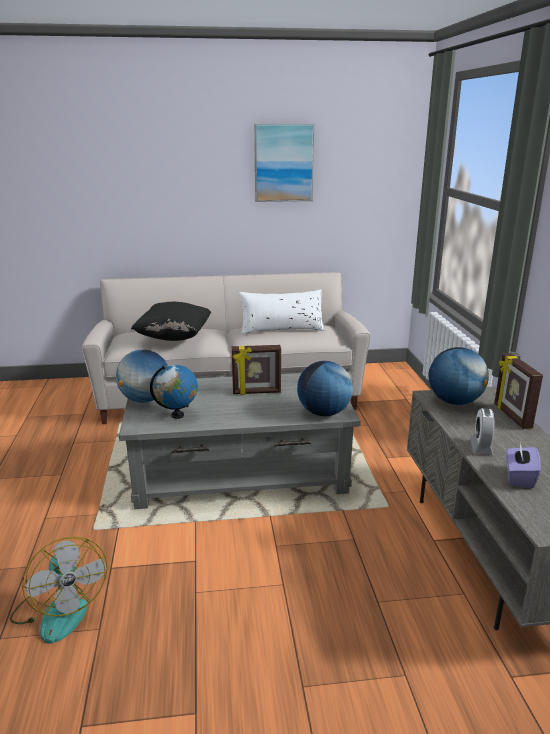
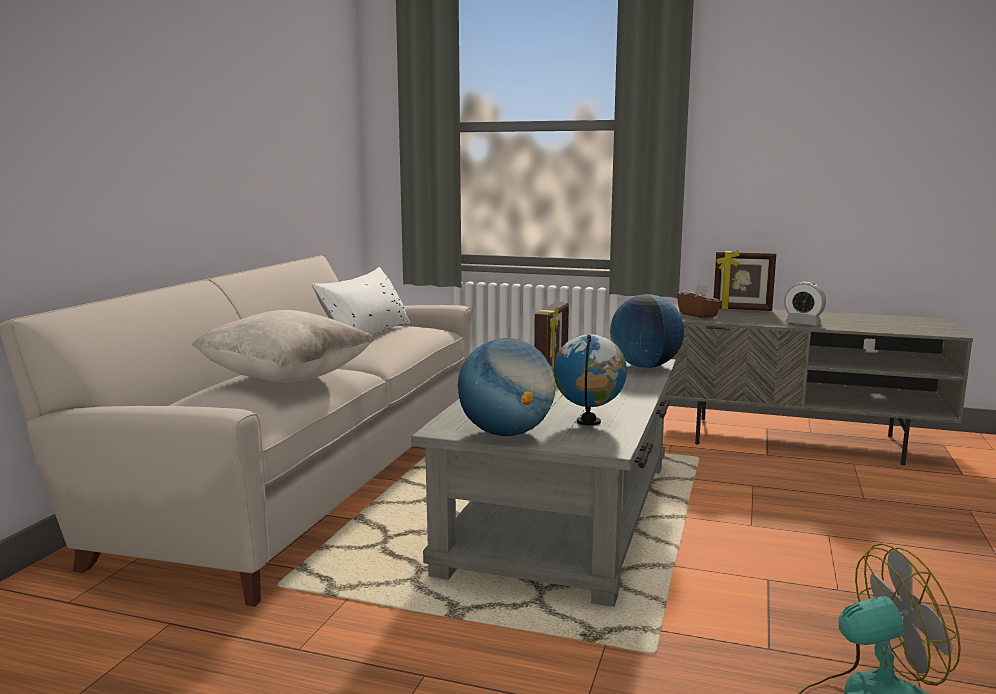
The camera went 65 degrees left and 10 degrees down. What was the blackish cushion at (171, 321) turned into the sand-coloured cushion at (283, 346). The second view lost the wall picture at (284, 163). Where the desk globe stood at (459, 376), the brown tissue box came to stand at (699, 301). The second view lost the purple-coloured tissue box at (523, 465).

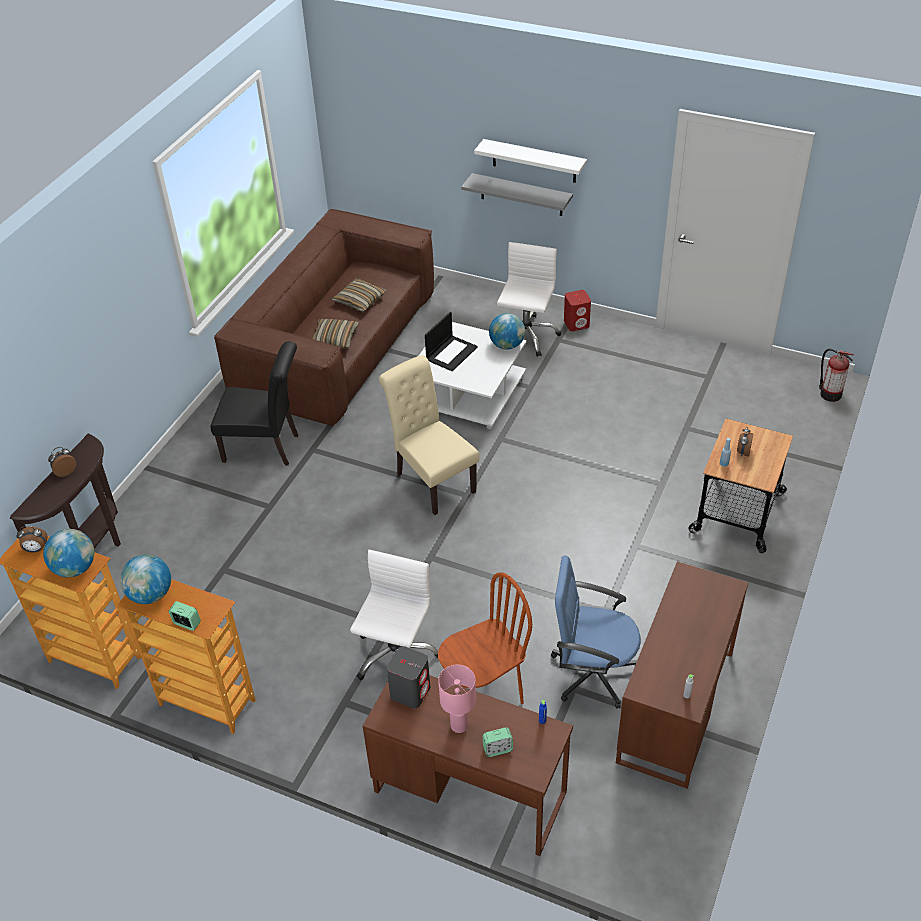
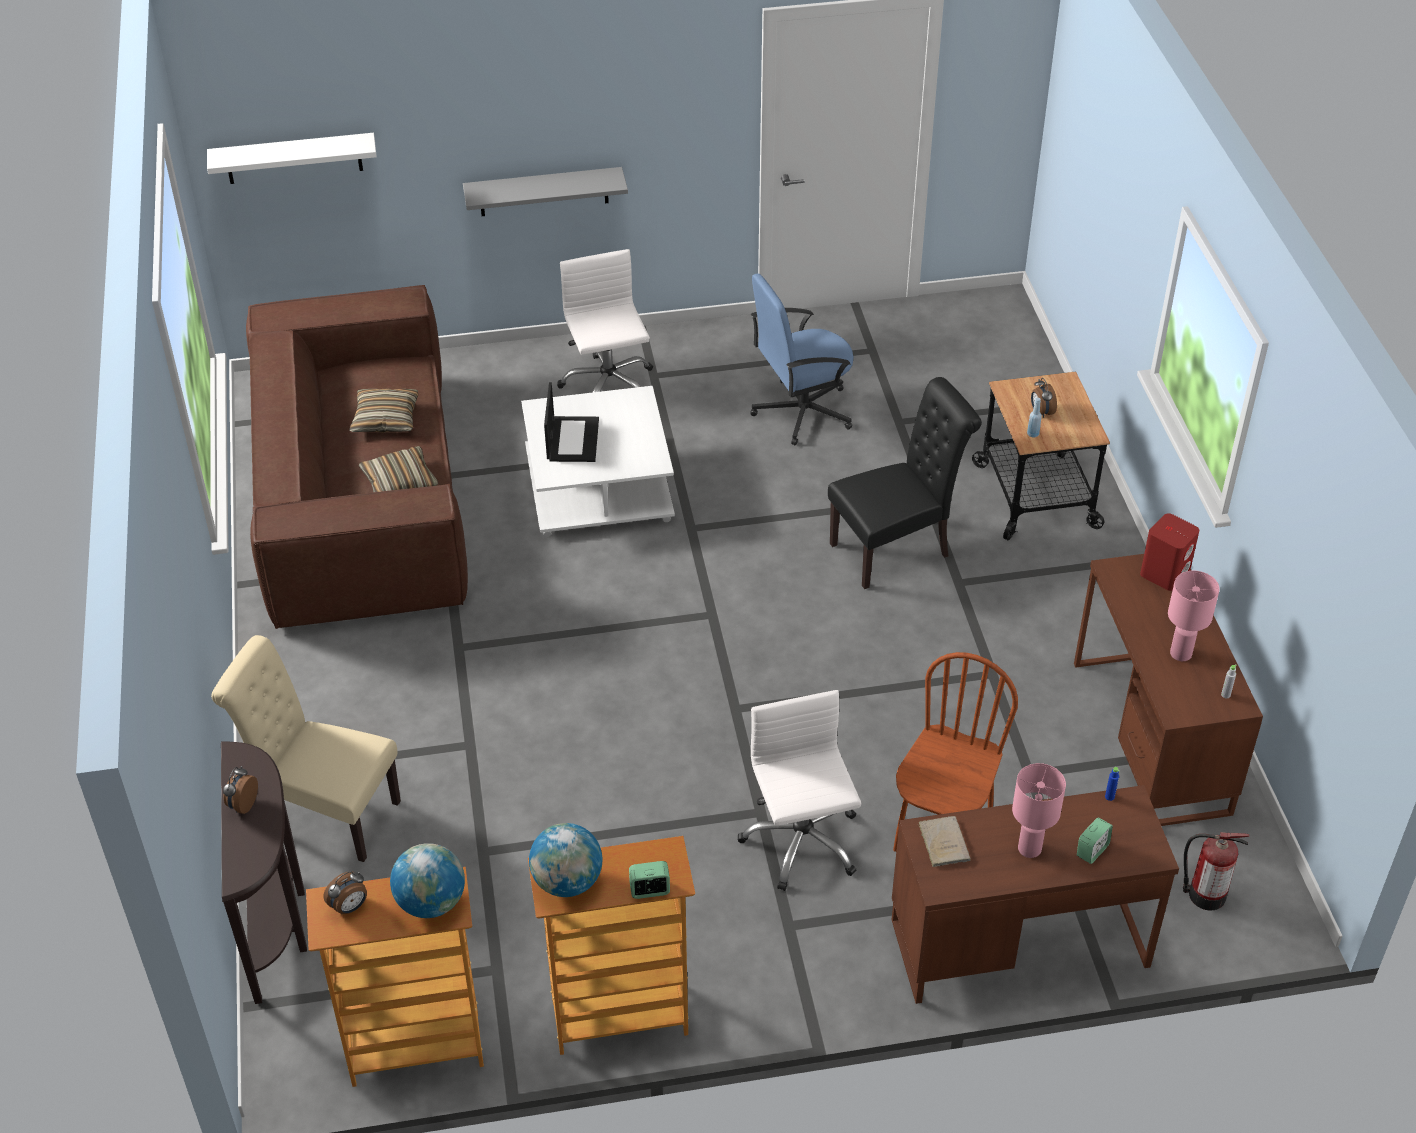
The camera went 35 degrees left and 0 degrees up. The blackish plain chair ended up elsewhere, having gone from (254, 403) to (905, 483). The sand-coloured plain chair ended up elsewhere, having gone from (429, 435) to (306, 748). Where the gray loudspeaker stood at (408, 677), the sand-coloured volume came to stand at (943, 841). The white wall shelf ended up elsewhere, having gone from (530, 161) to (292, 158). The second view lost the desk globe at (507, 331). The bluish desk chair ended up elsewhere, having gone from (596, 632) to (802, 359). The red-coloured loudspeaker ended up elsewhere, having gone from (577, 310) to (1169, 552). The fire-fighting cylinder ended up elsewhere, having gone from (836, 375) to (1216, 871). The second view gained the pinkish table lamp at (1193, 616).

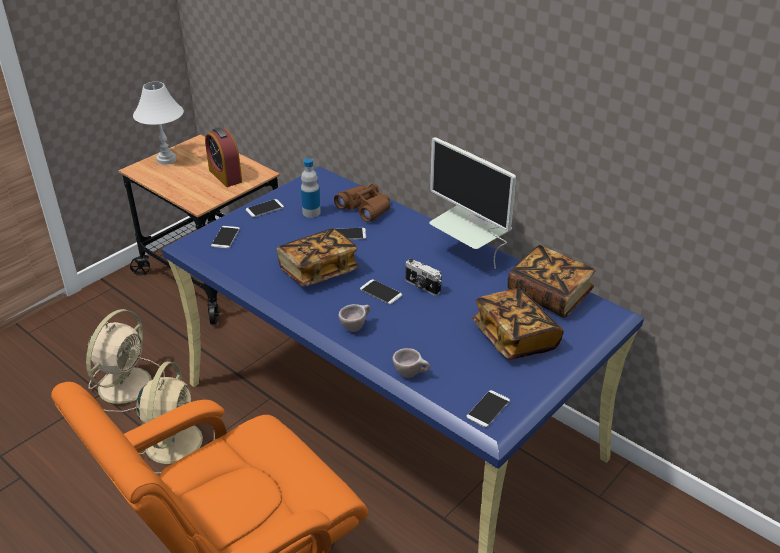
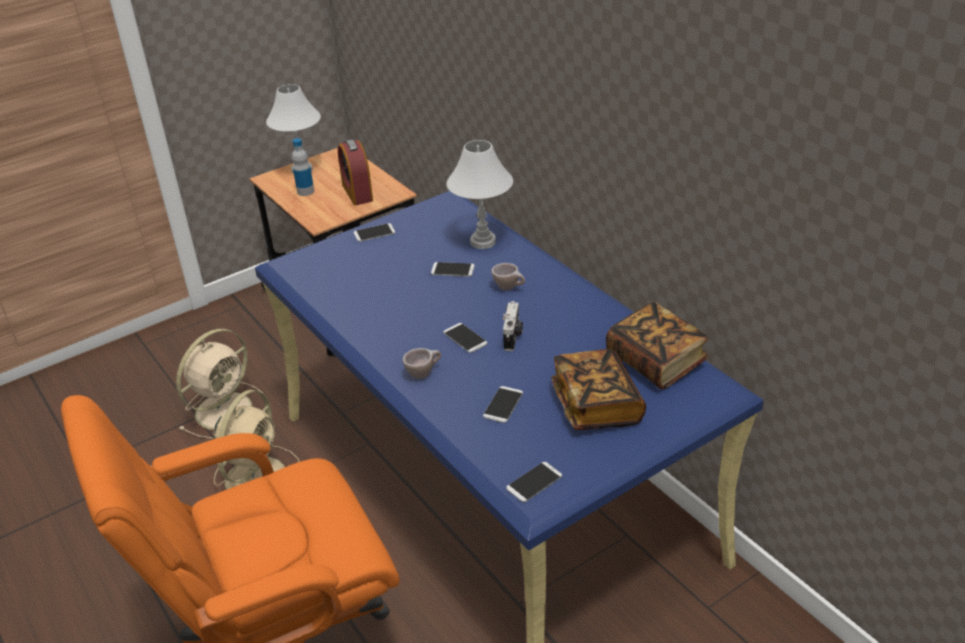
The camera went 15 degrees right and 0 degrees up. The phone ended up elsewhere, having gone from (225, 237) to (503, 404). The second view lost the volume at (317, 257). The bottle ended up elsewhere, having gone from (311, 188) to (303, 167). Where the brown field glasses stood at (362, 203), the white table lamp came to stand at (480, 194). The sand-coloured cup ended up elsewhere, having gone from (411, 363) to (508, 276). The photo camera at (423, 277) ended up facing another way, 135 degrees counterclockwise from before. The second view lost the computer display at (472, 203).

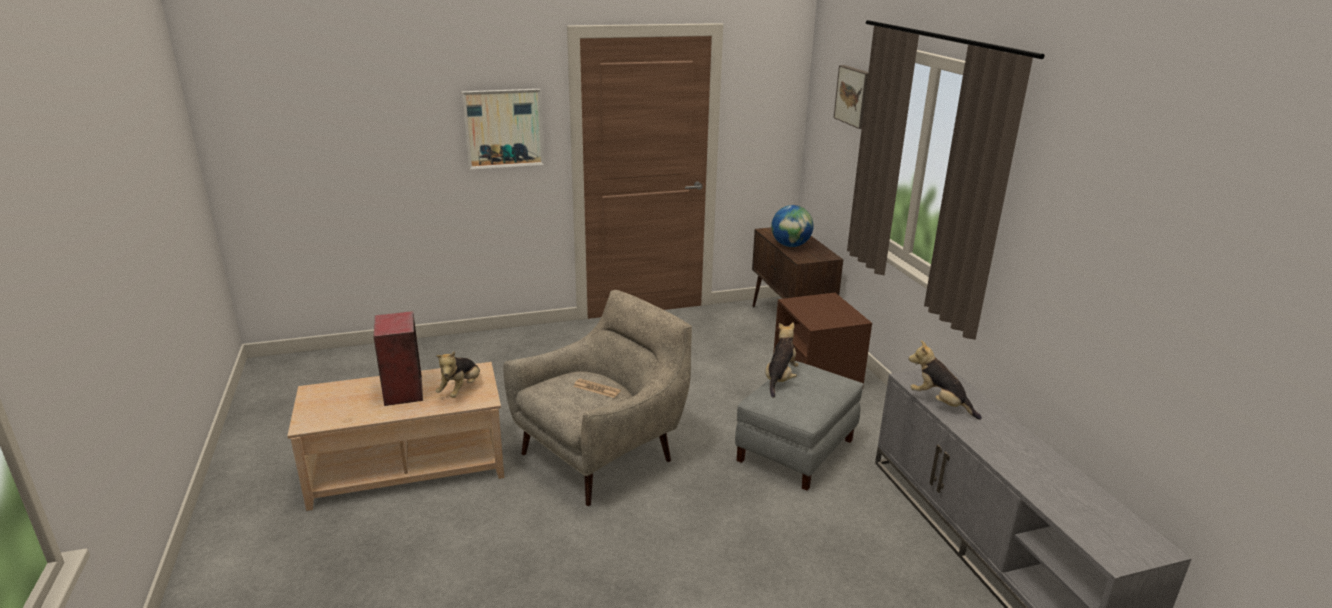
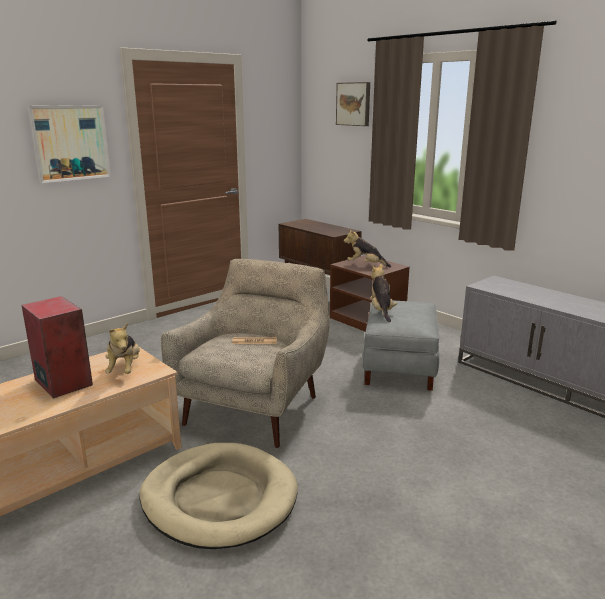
The camera went 25 degrees left and 5 degrees down. The second view lost the desk globe at (792, 226). The soft toy ended up elsewhere, having gone from (945, 380) to (367, 248). The second view gained the sand-coloured dog cushion at (218, 496).

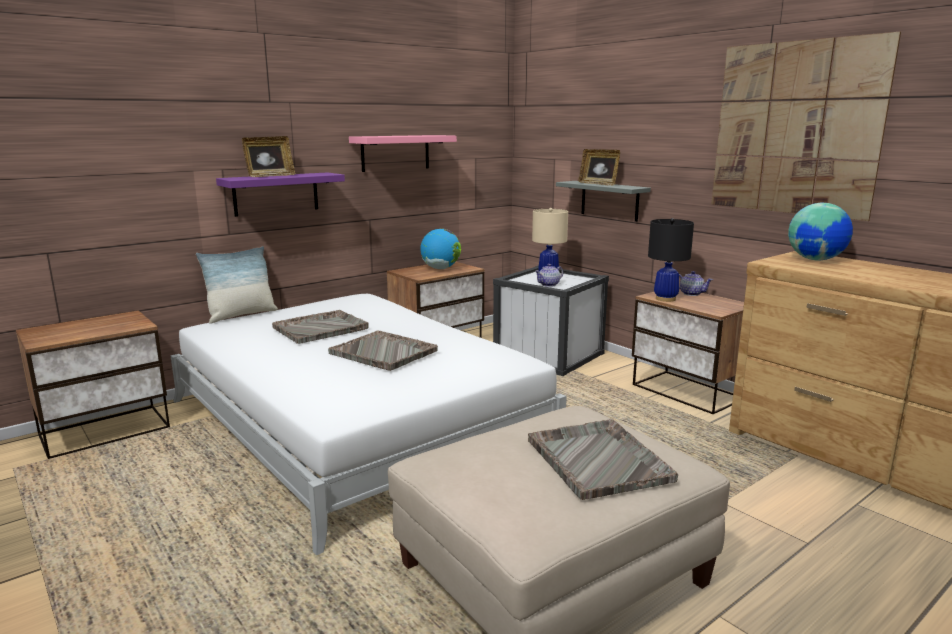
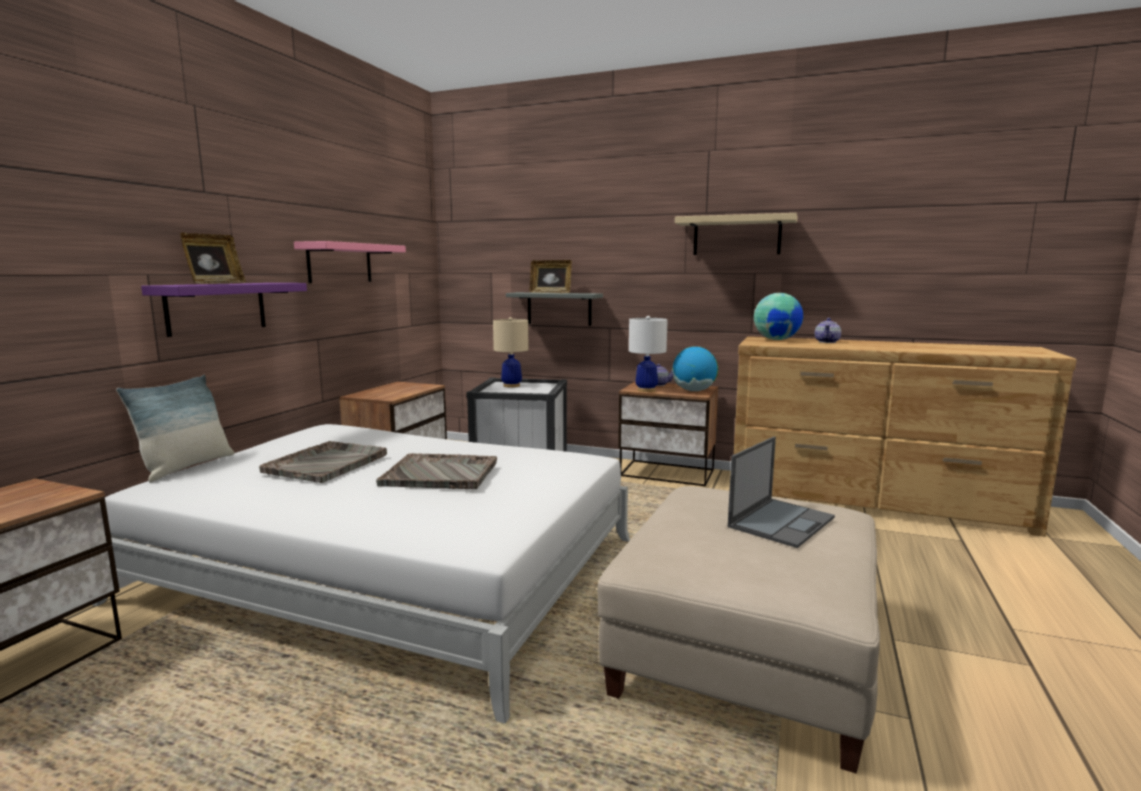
The camera went 30 degrees left and 5 degrees down. The desk globe ended up elsewhere, having gone from (440, 248) to (695, 368). Where the gray serving tray stood at (603, 459), the laptop came to stand at (781, 492). The tea pot ended up elsewhere, having gone from (549, 275) to (828, 330). What was the blackish table lamp at (671, 260) turned into the white table lamp at (648, 354). Where the wall picture hung at (806, 126), the sand-coloured wall shelf came to hang at (736, 234).

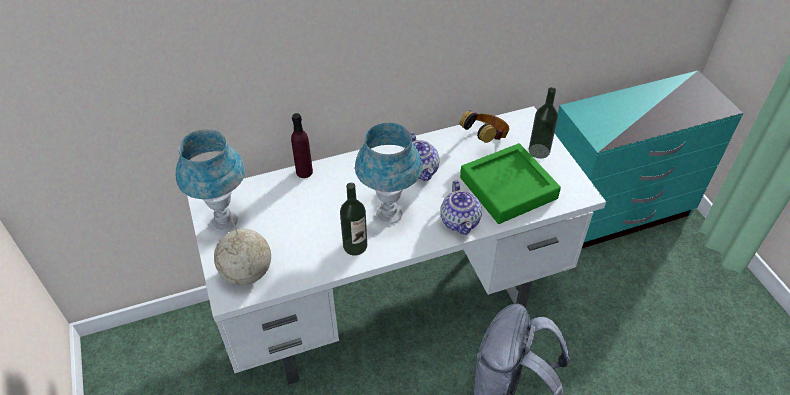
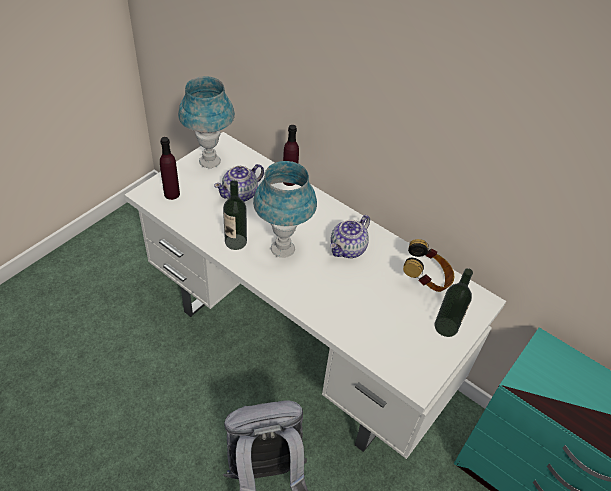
The camera went 55 degrees right and 0 degrees up. Where the desk globe stood at (242, 248), the purple-coloured bottle came to stand at (170, 168). The tea pot ended up elsewhere, having gone from (461, 207) to (239, 183). The second view lost the green-coloured serving tray at (510, 183).

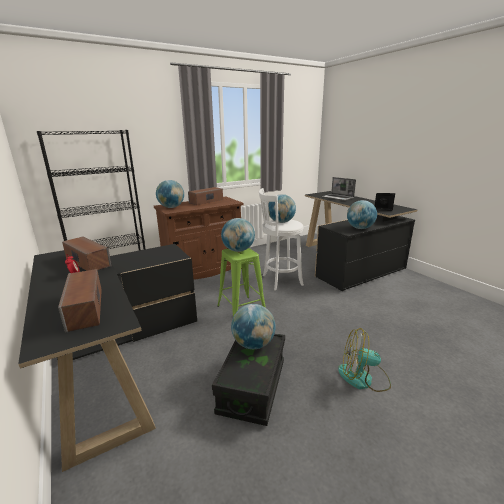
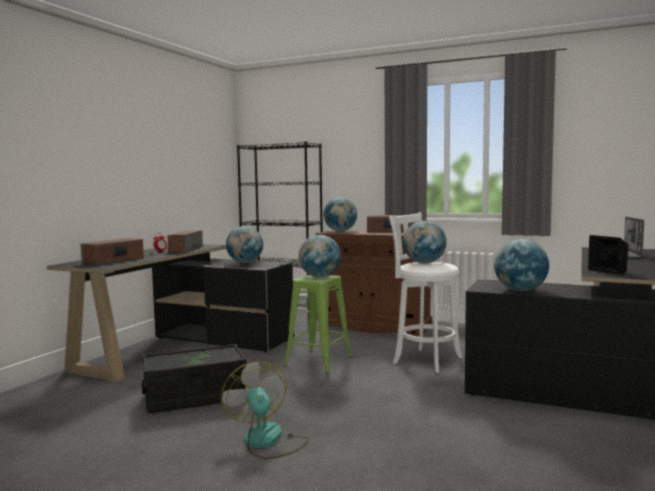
The camera went 55 degrees right and 15 degrees down. The desk globe ended up elsewhere, having gone from (253, 326) to (244, 244).

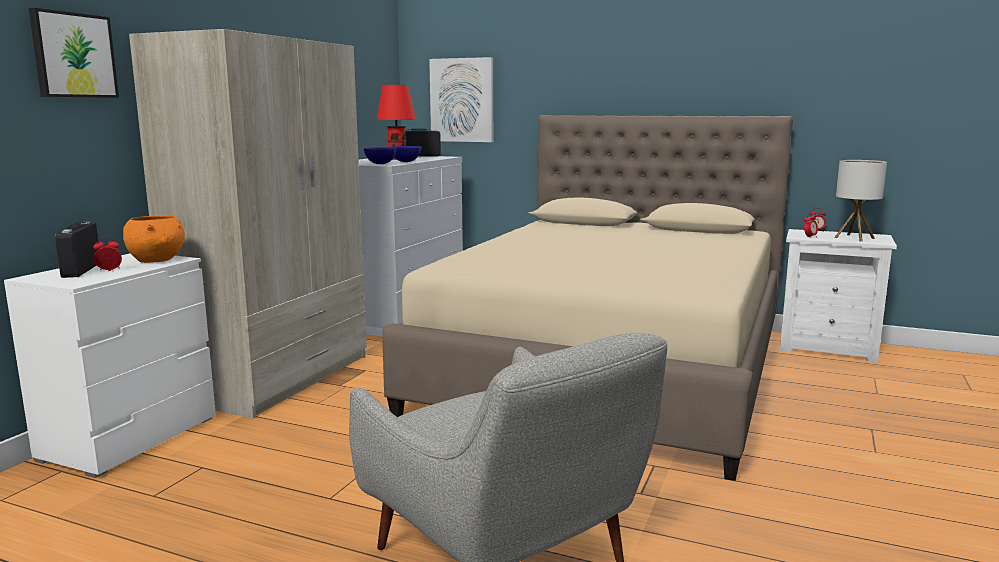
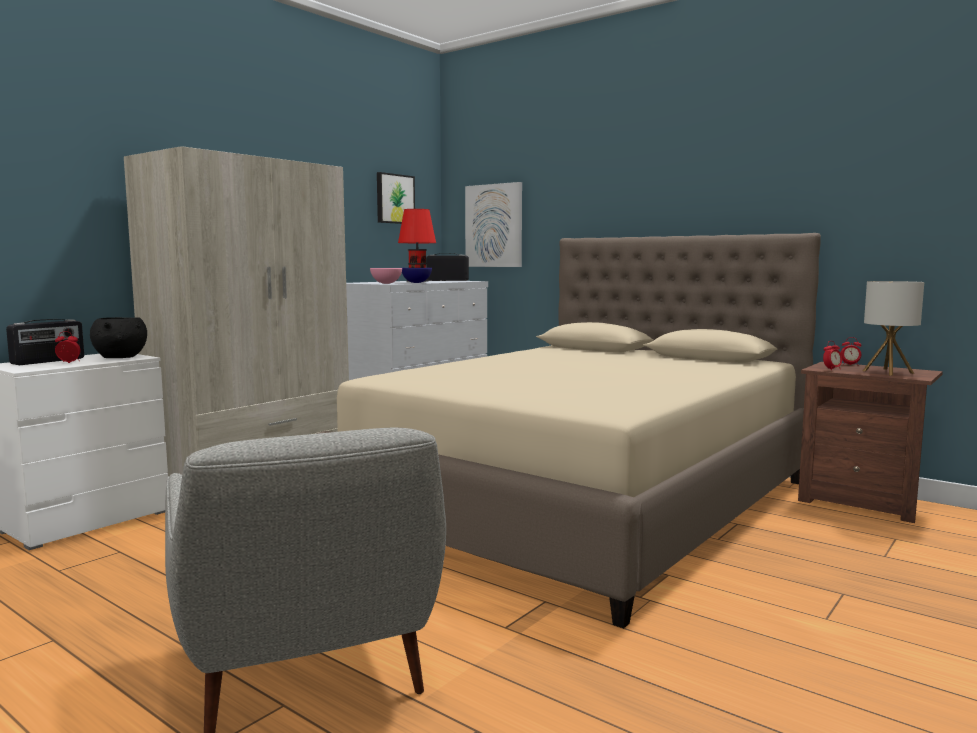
The camera went 15 degrees right and 5 degrees down. The wall picture ended up elsewhere, having gone from (74, 53) to (396, 198). The radio receiver at (76, 250) ended up facing another way, 150 degrees counterclockwise from before. What was the orange-coloured serving bowl at (154, 239) turned into the blackish serving bowl at (118, 337). What was the bluish serving bowl at (380, 155) turned into the pinkish serving bowl at (386, 276). What was the white bedside table at (838, 296) turned into the brown bedside table at (870, 442).

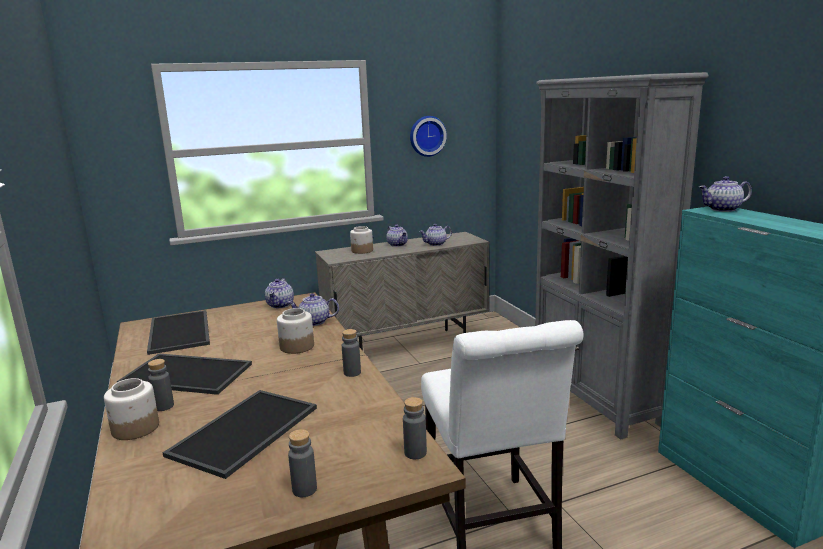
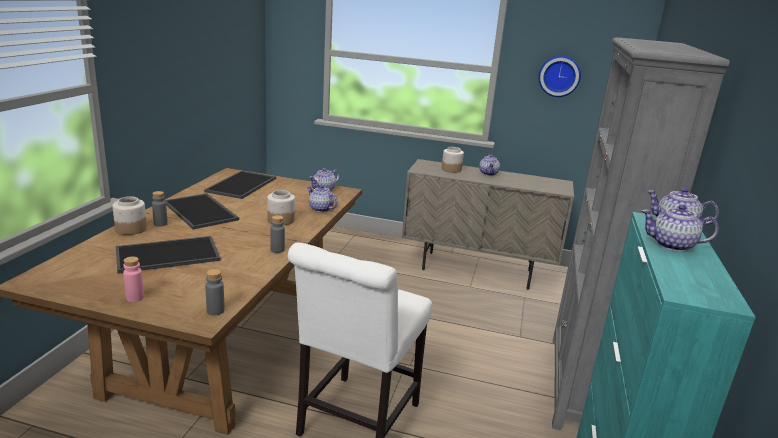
The camera went 35 degrees right and 5 degrees up. What was the gray bottle at (302, 463) turned into the pinkish bottle at (133, 279). The tea pot ended up elsewhere, having gone from (435, 235) to (680, 228).

